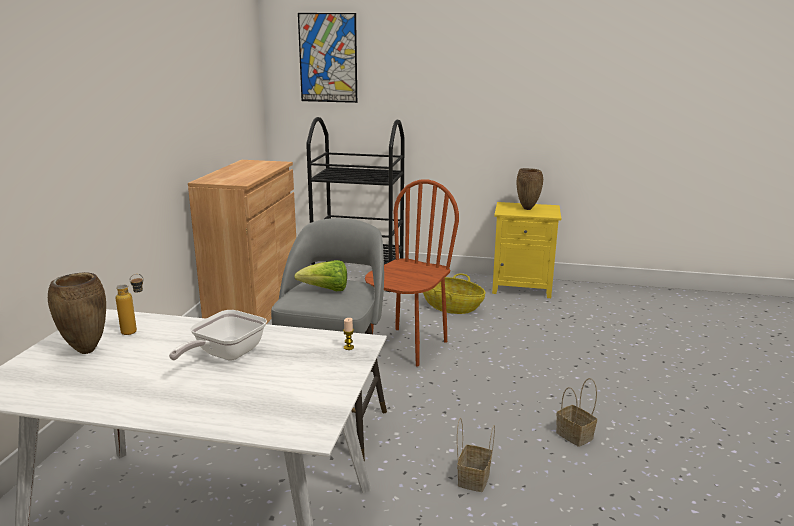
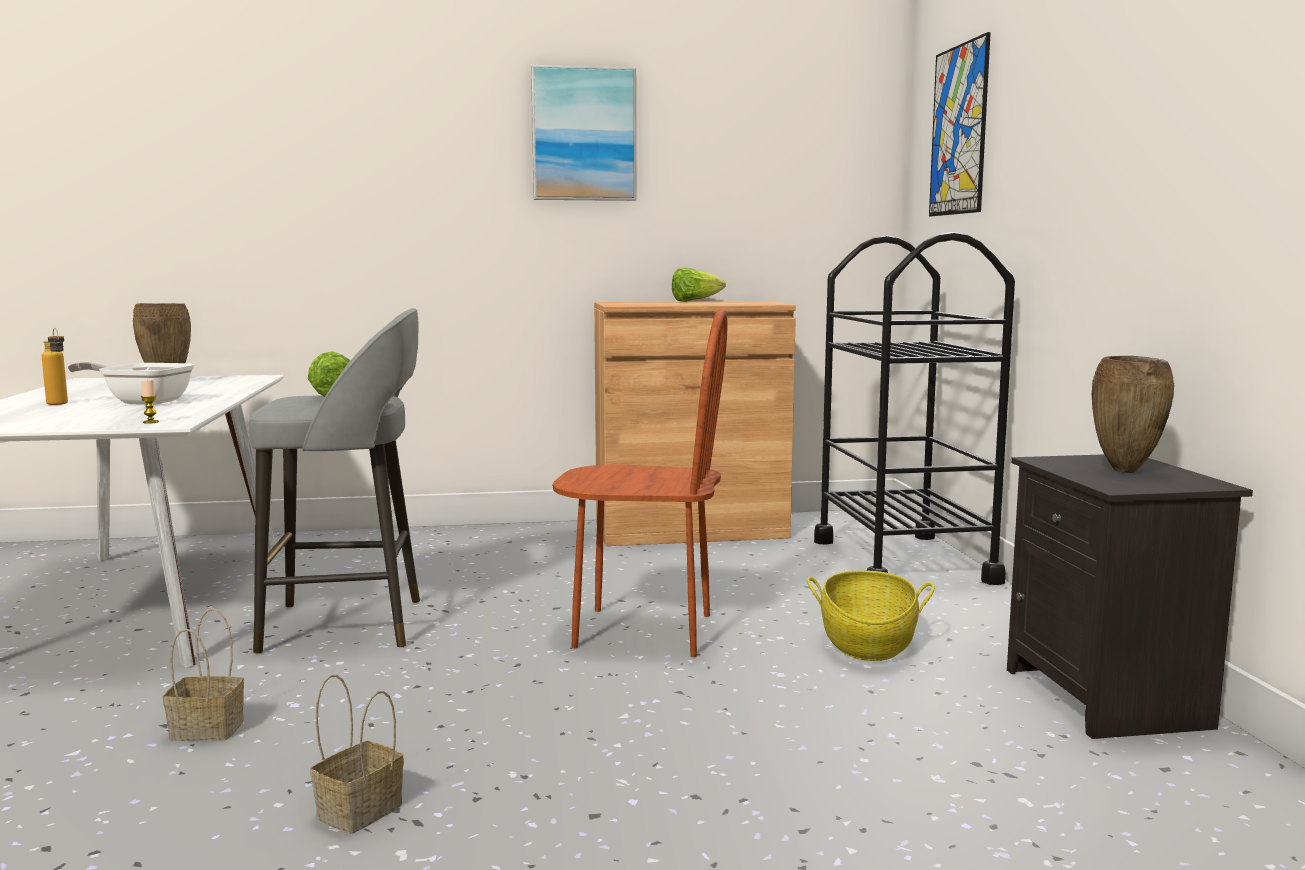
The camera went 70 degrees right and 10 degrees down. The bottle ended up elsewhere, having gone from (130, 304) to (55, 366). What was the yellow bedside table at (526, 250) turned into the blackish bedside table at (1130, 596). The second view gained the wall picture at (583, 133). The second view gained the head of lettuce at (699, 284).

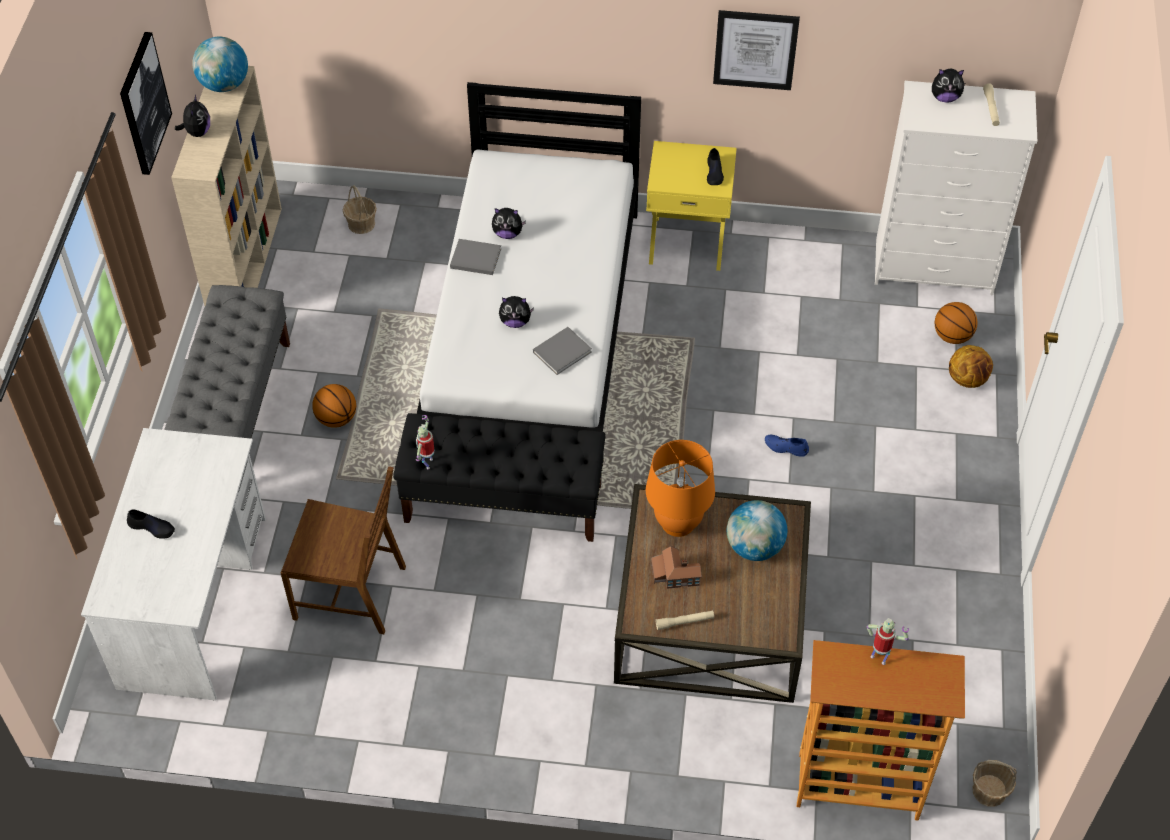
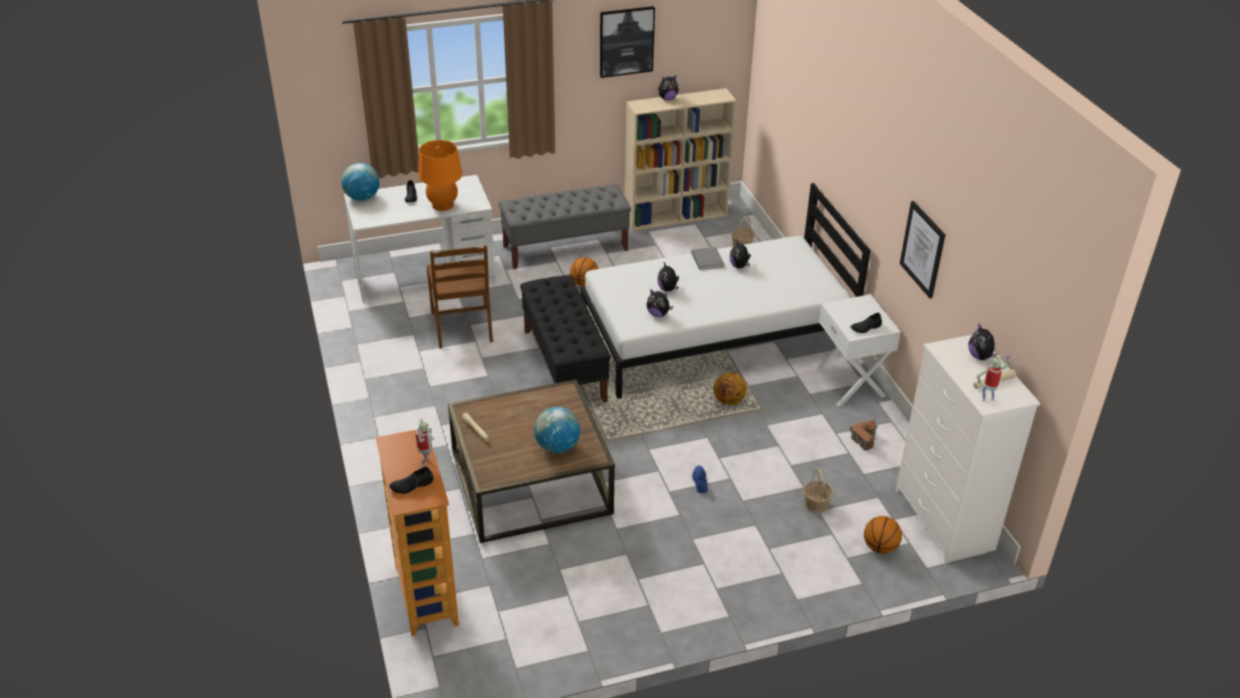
The camera went 65 degrees right and 15 degrees down. The desk globe ended up elsewhere, having gone from (220, 64) to (360, 182). The model robot ended up elsewhere, having gone from (425, 442) to (994, 378). Where the gray volume stood at (562, 351), the soft toy came to stand at (660, 303). What was the yellow bedside table at (691, 206) turned into the white bedside table at (857, 350). The orange-coloured table lamp ended up elsewhere, having gone from (680, 488) to (440, 175). The model house ended up elsewhere, having gone from (676, 567) to (863, 435). The basketball ball ended up elsewhere, having gone from (971, 366) to (730, 389). The household basket ended up elsewhere, having gone from (994, 783) to (818, 491). The second view gained the blackish low shoe at (411, 480).

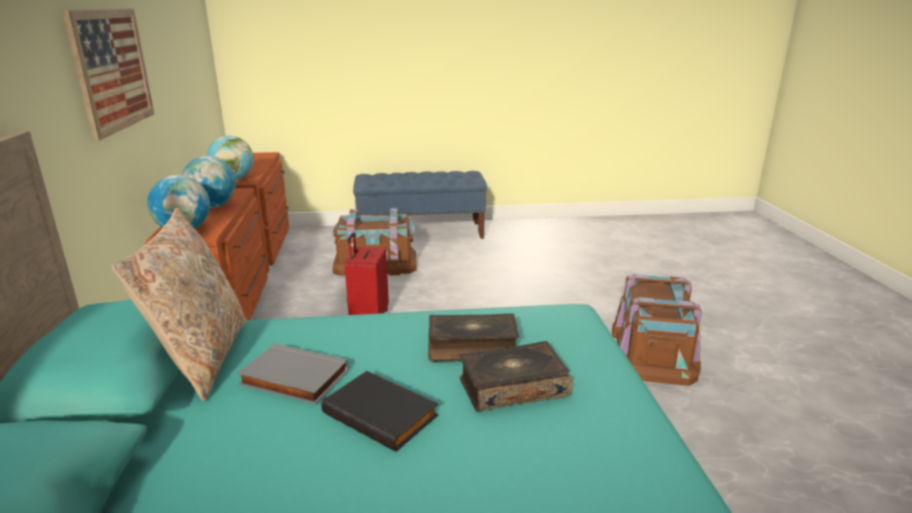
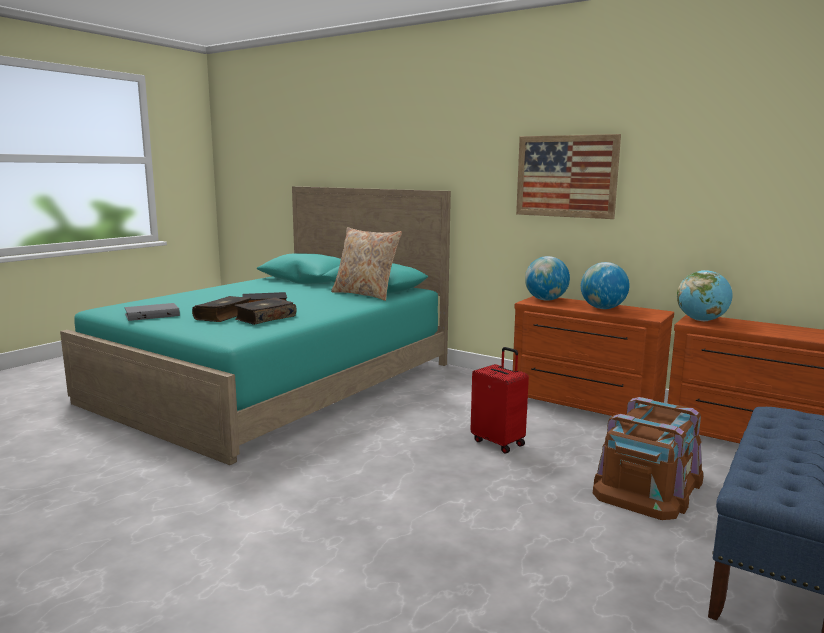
The camera went 130 degrees right and 10 degrees down. The gray volume ended up elsewhere, having gone from (292, 373) to (152, 312). The second view lost the brown storage box at (657, 330).

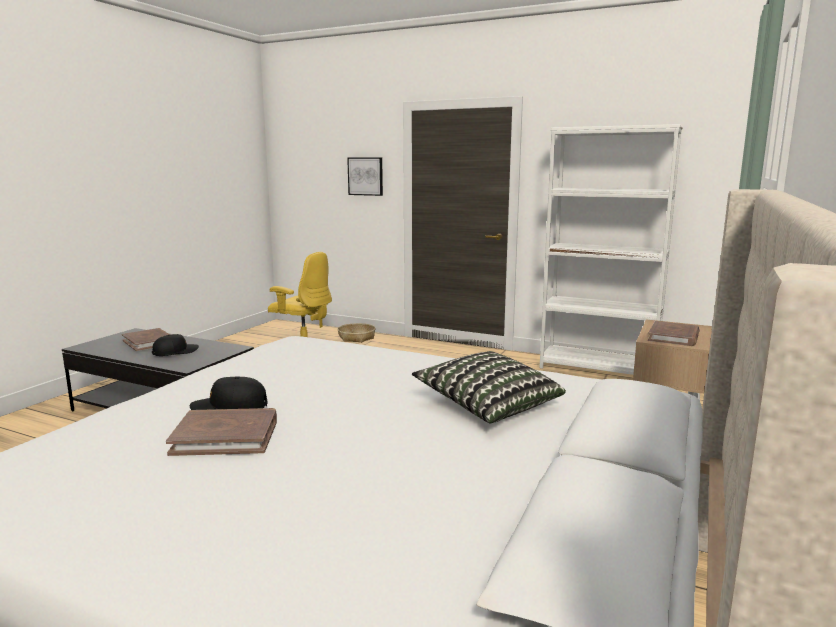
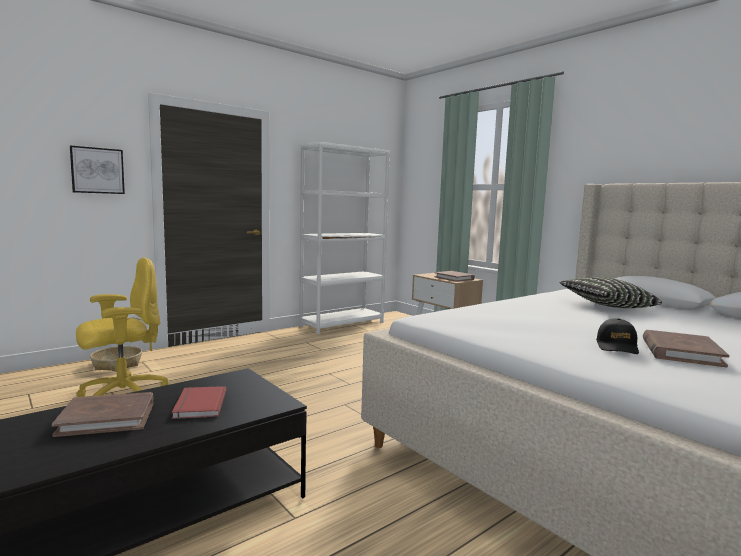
The camera went 65 degrees left and 5 degrees down. Where the blackish cap stood at (175, 345), the red-coloured volume came to stand at (199, 402).

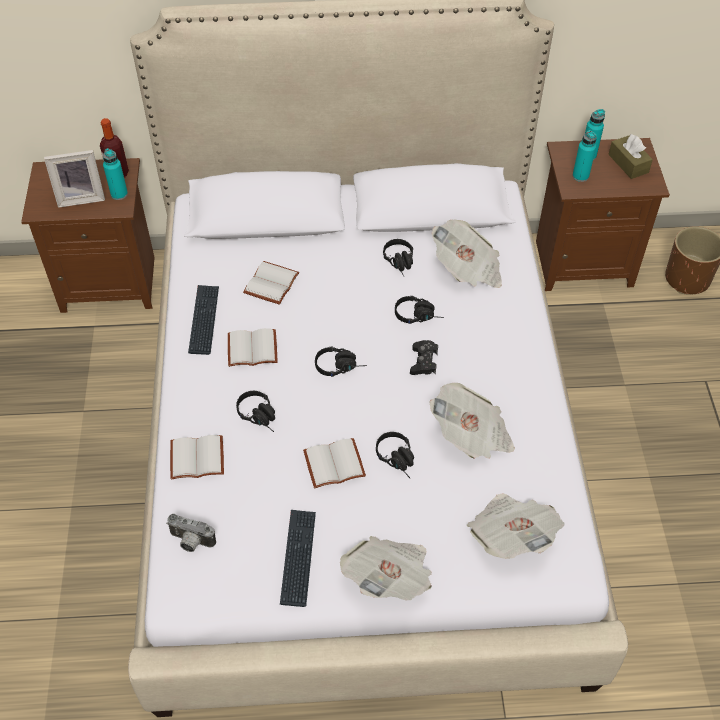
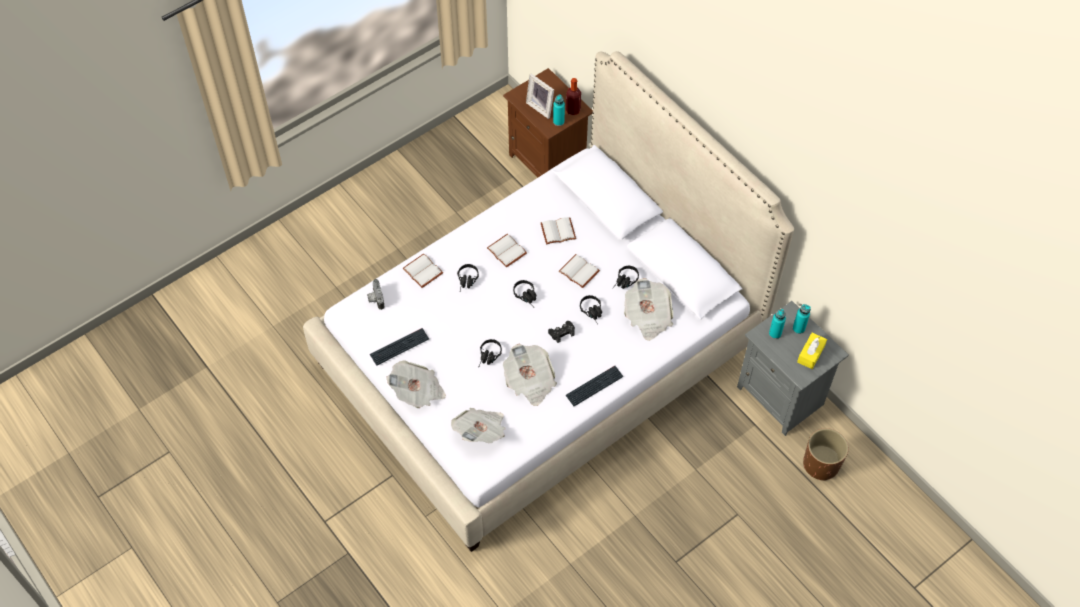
The camera went 55 degrees right and 5 degrees up. The computer keyboard ended up elsewhere, having gone from (203, 320) to (595, 386). The white volume ended up elsewhere, having gone from (334, 463) to (579, 271). What was the brown bedside table at (603, 214) turned into the gray bedside table at (793, 368). What was the brown tissue box at (630, 156) turned into the yellow tissue box at (812, 351).

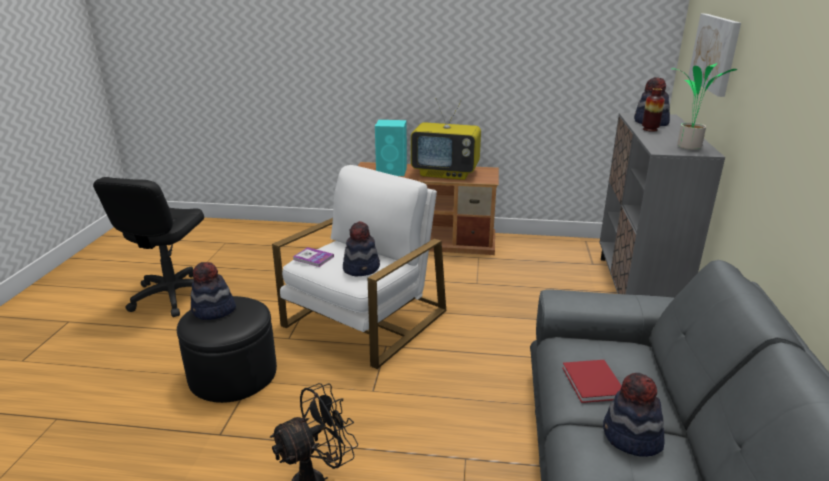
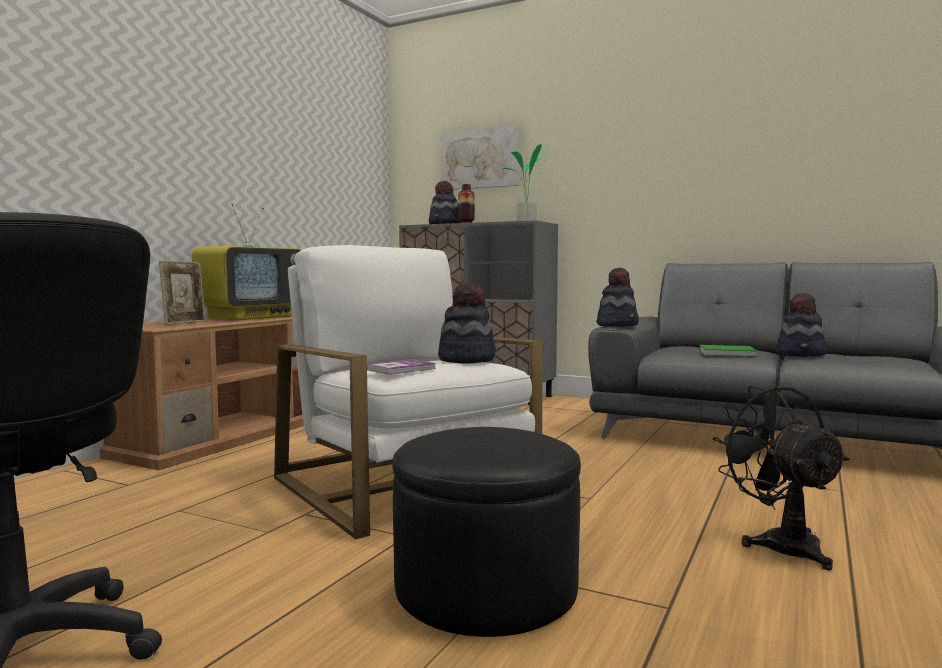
The camera went 70 degrees left and 20 degrees down. The clothing hat ended up elsewhere, having gone from (213, 291) to (618, 297). Where the turquoise loudspeaker stood at (391, 148), the standing frame came to stand at (182, 292). What was the red-coloured volume at (592, 381) turned into the green-coloured volume at (728, 351).

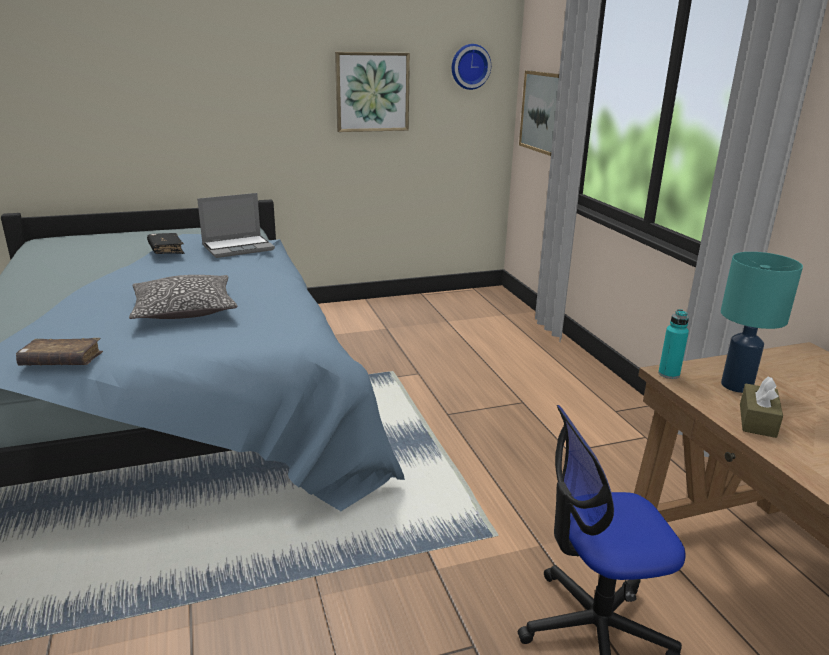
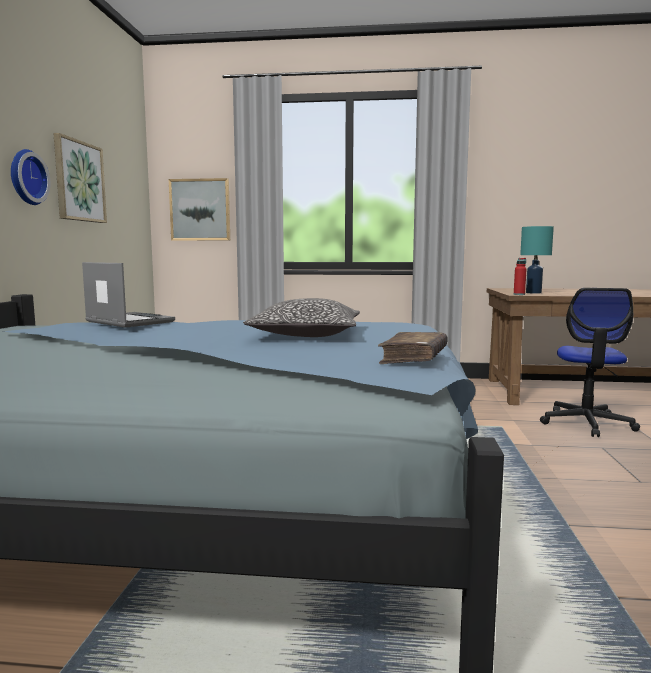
The camera went 65 degrees left and 15 degrees down. The second view lost the blackish volume at (166, 243). The laptop at (236, 225) ended up facing another way, 45 degrees counterclockwise from before. The clock on the wall ended up elsewhere, having gone from (471, 67) to (30, 177). What was the turquoise bottle at (673, 344) turned into the red-coloured bottle at (520, 276). The second view lost the brown tissue box at (761, 407).

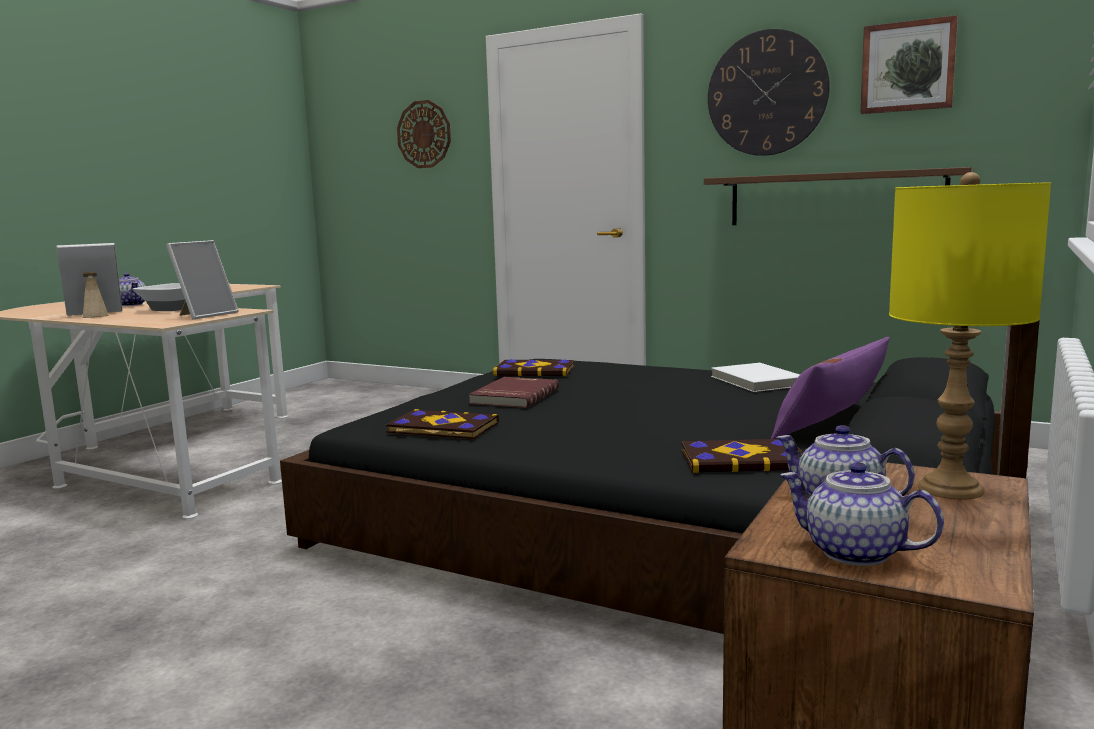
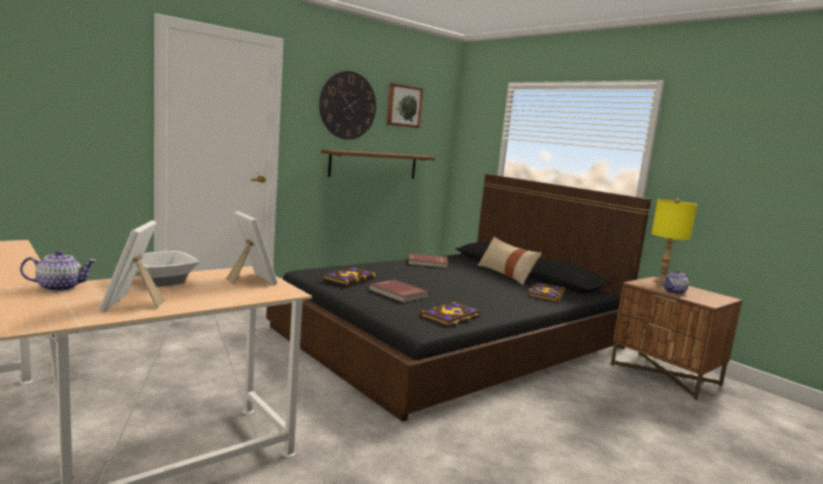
The camera went 70 degrees left and 0 degrees up. The second view lost the clock on the wall at (424, 134). What was the white volume at (755, 377) turned into the red-coloured volume at (428, 261). What was the purple-coloured cushion at (830, 388) turned into the sand-coloured cushion at (510, 261). The second view lost the tea pot at (862, 514).

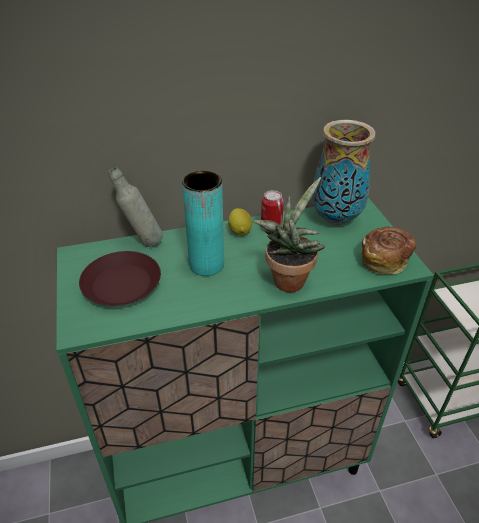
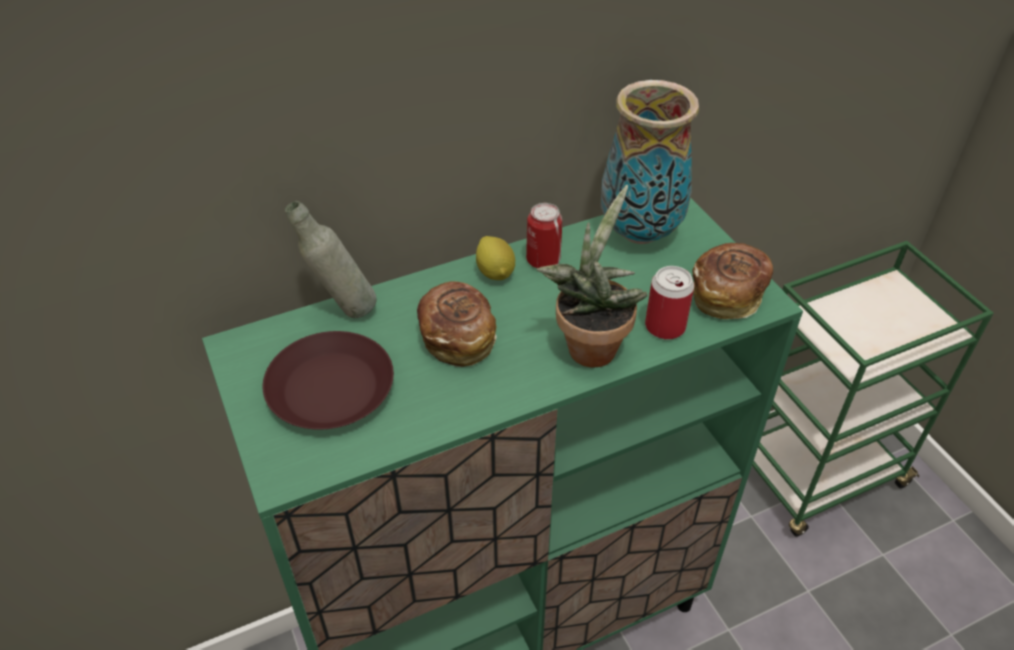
The camera went 10 degrees left and 5 degrees up. Where the turquoise flower vase stood at (203, 223), the bakery bread came to stand at (457, 324). The second view gained the can at (669, 303).

